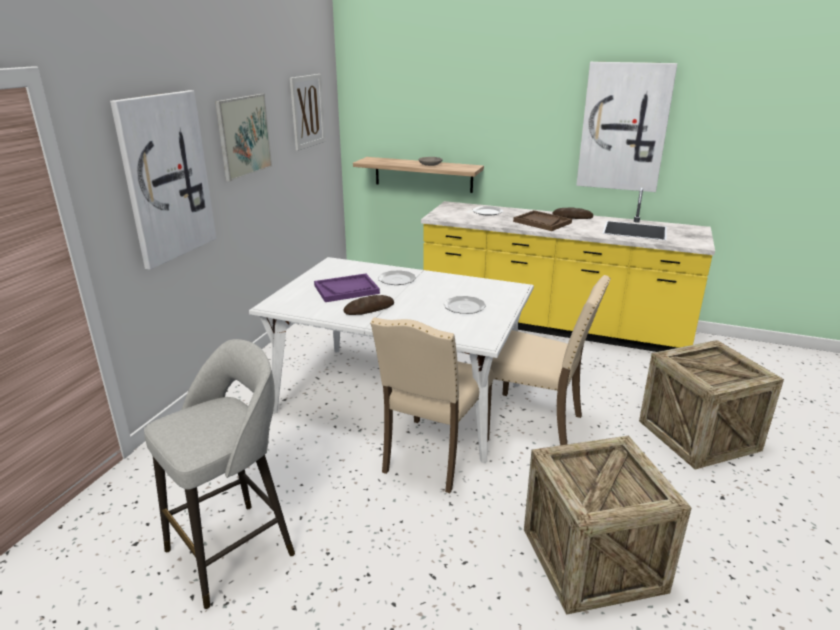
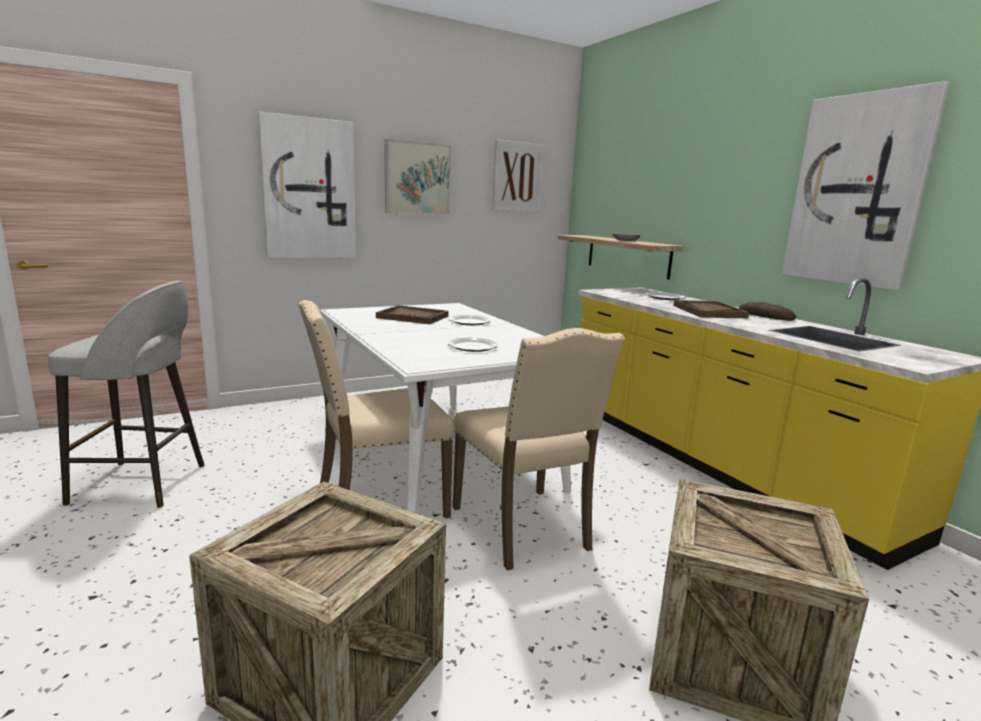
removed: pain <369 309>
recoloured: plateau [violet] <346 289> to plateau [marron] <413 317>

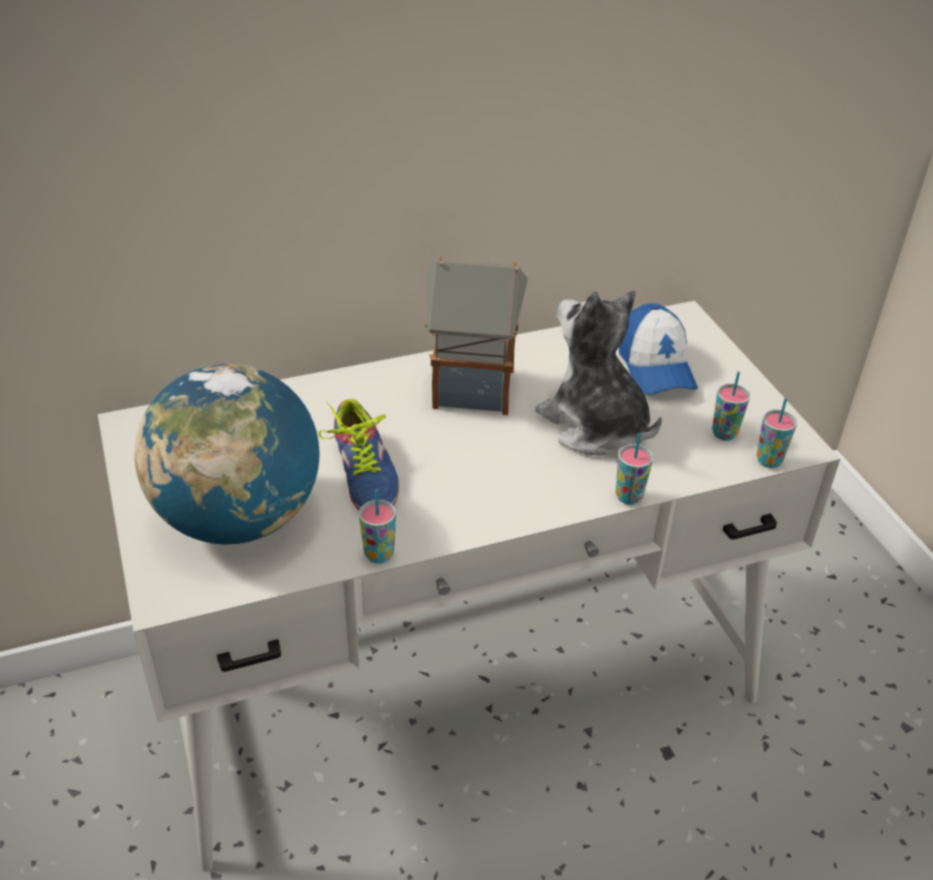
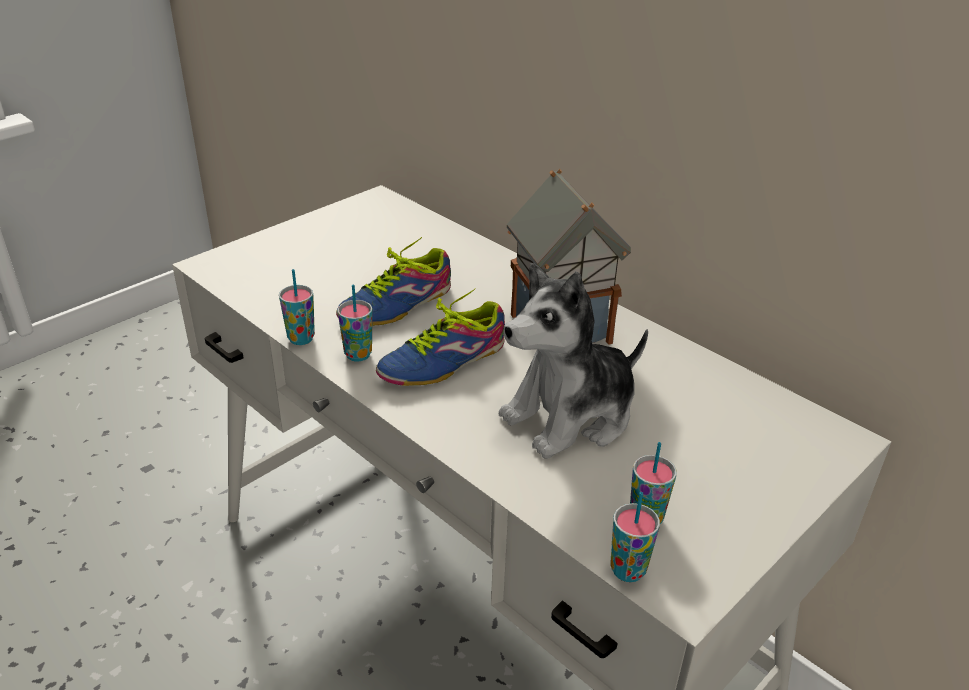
removed: globe <239 518>; casquette <655 367>
added: chaussure <440 359>
moved: tasse <628 497> to <358 355>
turned: peluche <594 426> = <571 416> 150 degrees counterclockwise

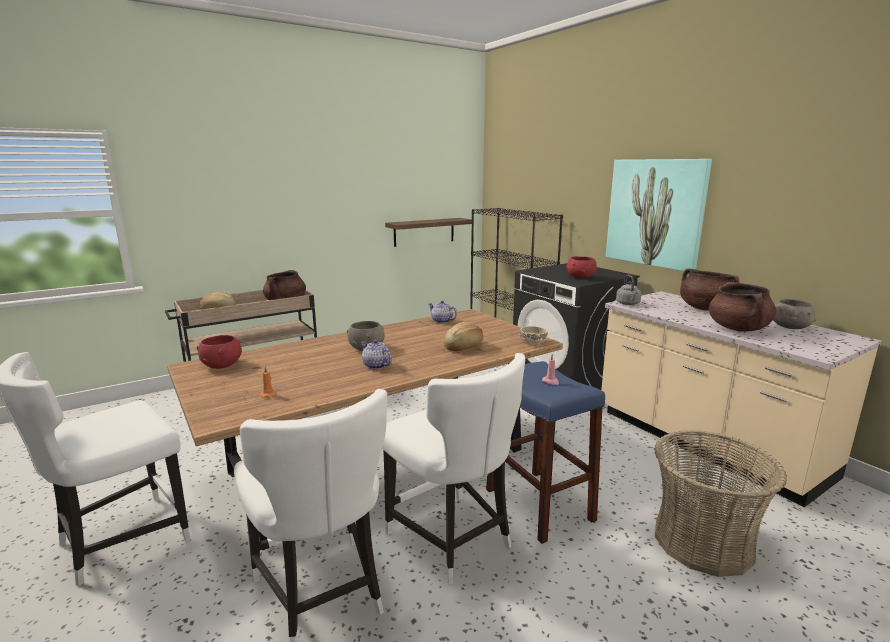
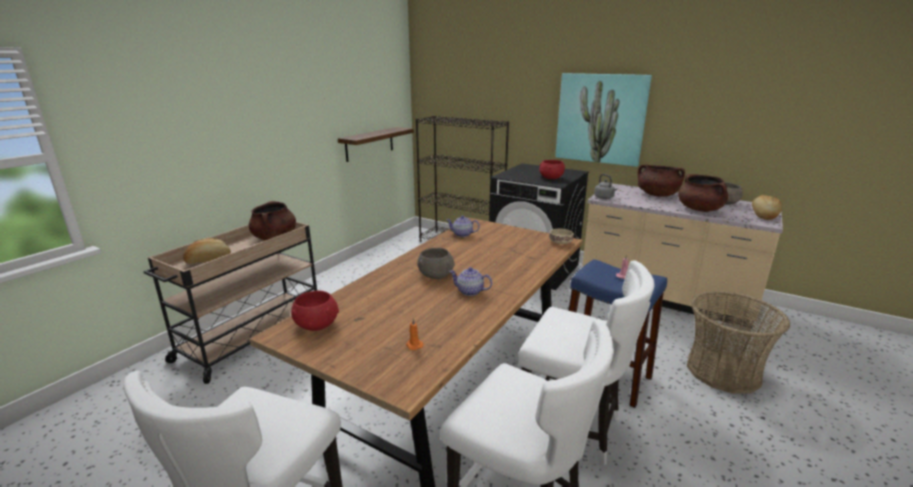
moved: pain <464 347> to <763 215>

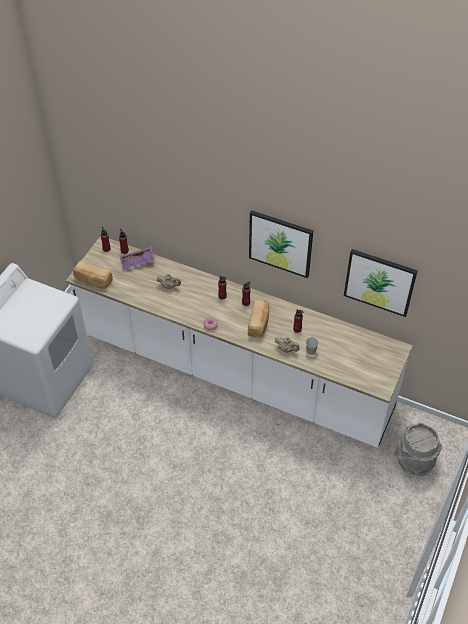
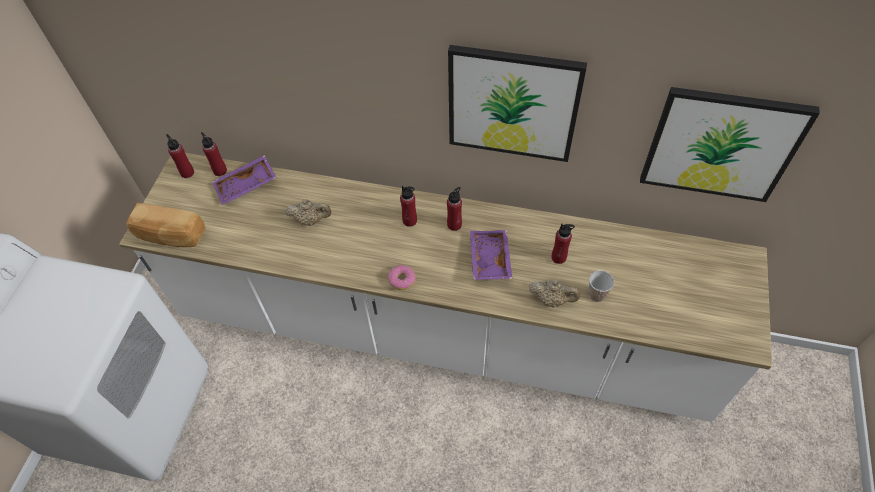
removed: seau [gris] <414 461>
replaced: pain <259 323> to plateau [violet] <488 259>

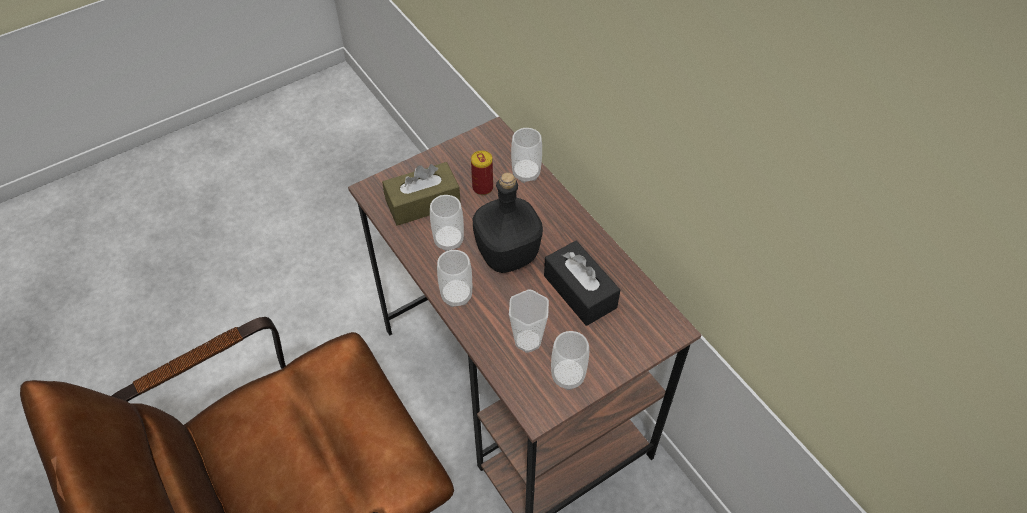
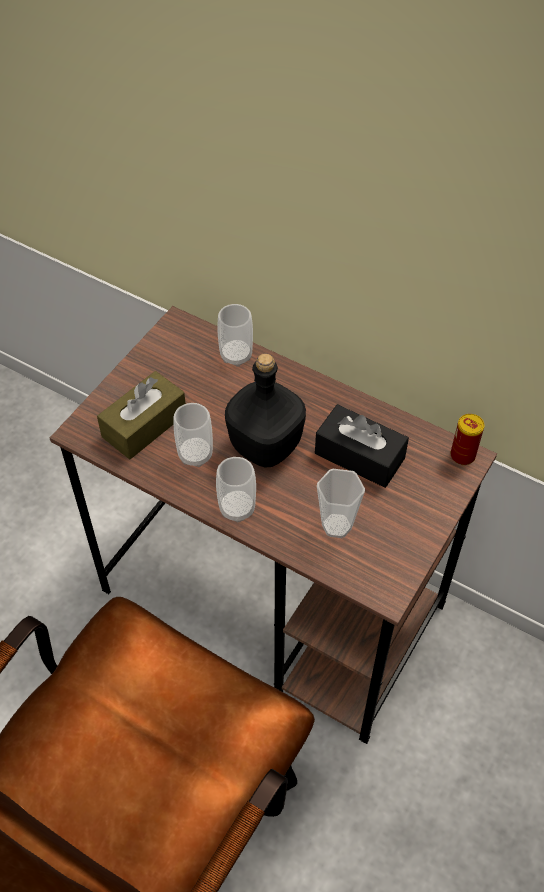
removed: tasse <568 376>
moved: boîte métallique <482 187> to <462 455>

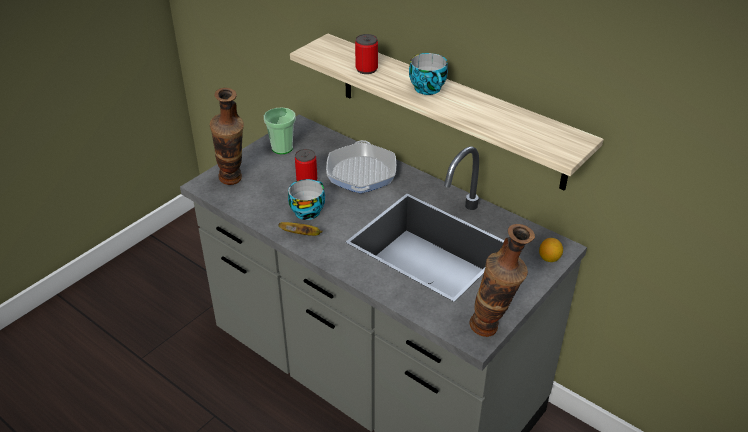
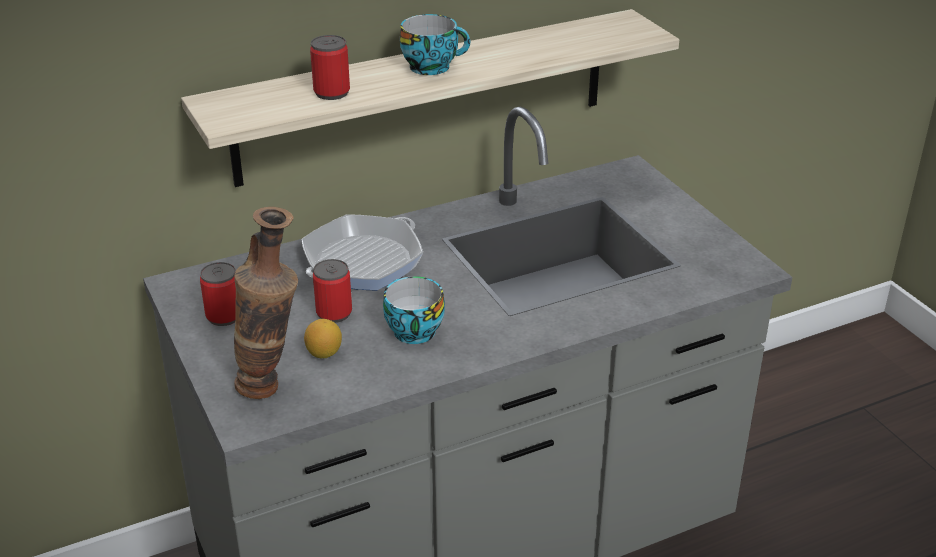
removed: banane <302 234>; vase <493 330>
moved: citron <549 258> to <324 353>
replaced: tasse <282 148> to boîte métallique <224 316>
turned: poêle <361 173> = <362 262> 105 degrees clockwise

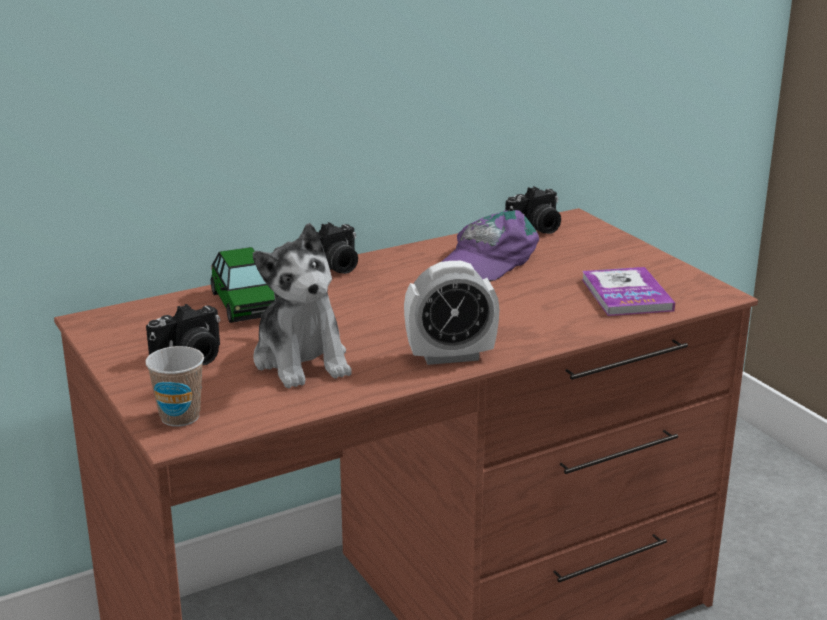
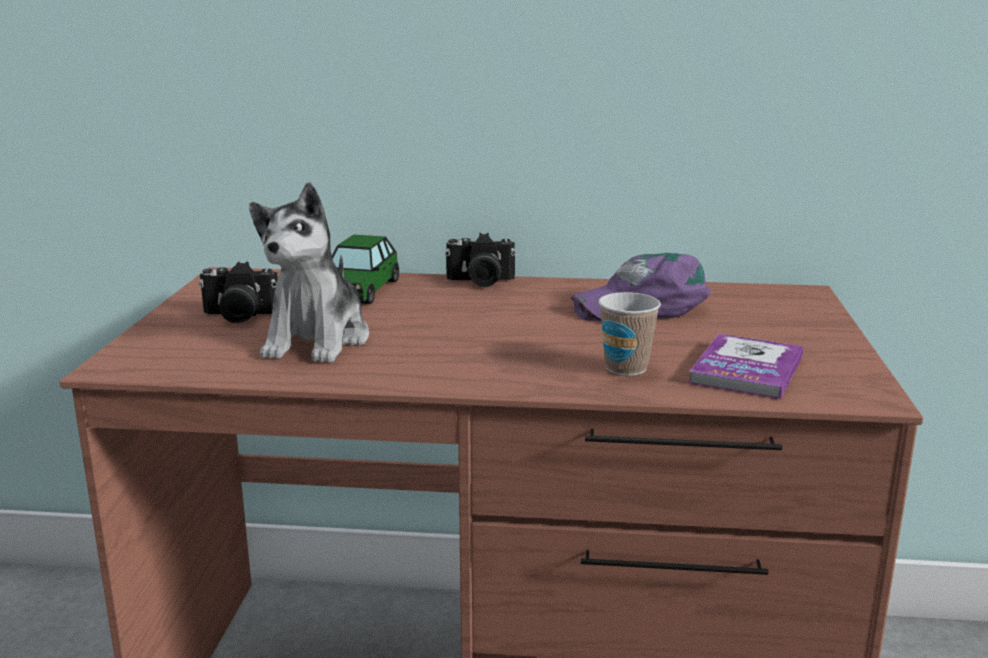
removed: réveil <450 356>; appareil photo <536 229>
moved: tasse <180 417> to <626 368>

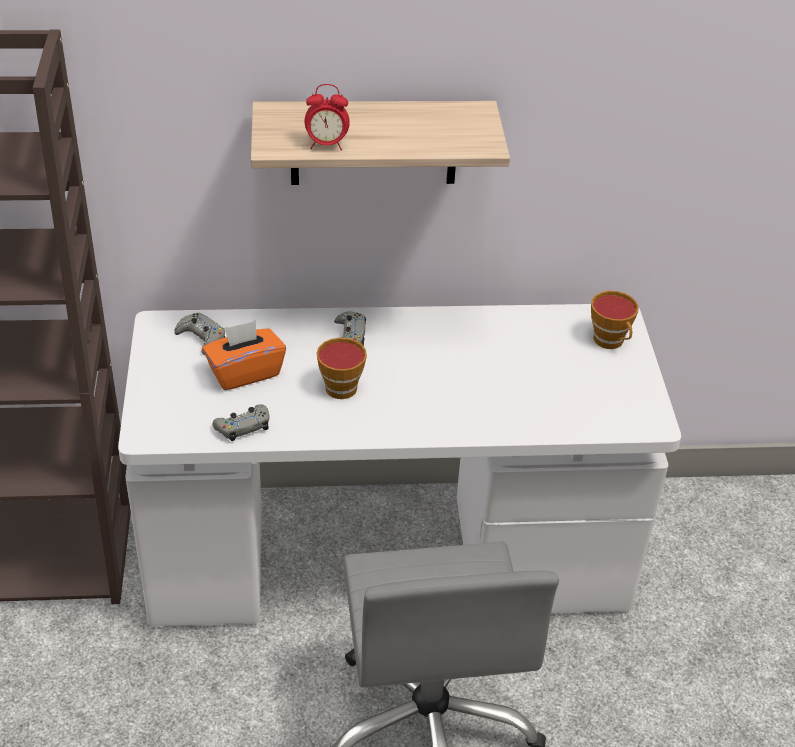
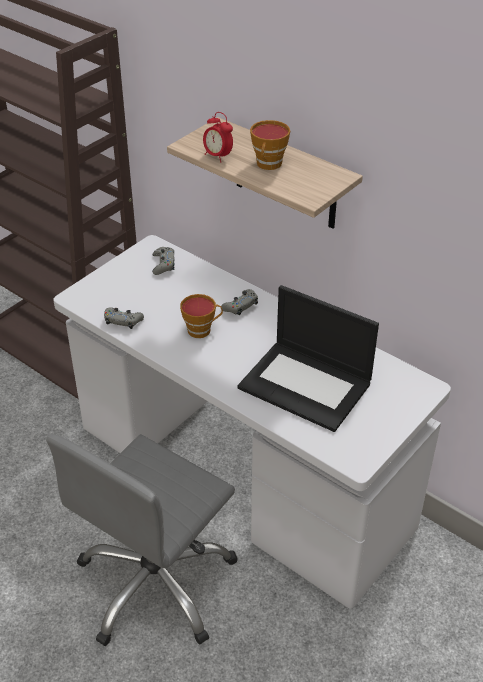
removed: boîte à mouchoirs [orange] <245 372>
added: ordinateur portable <307 385>
moved: tasse <611 341> to <268 165>

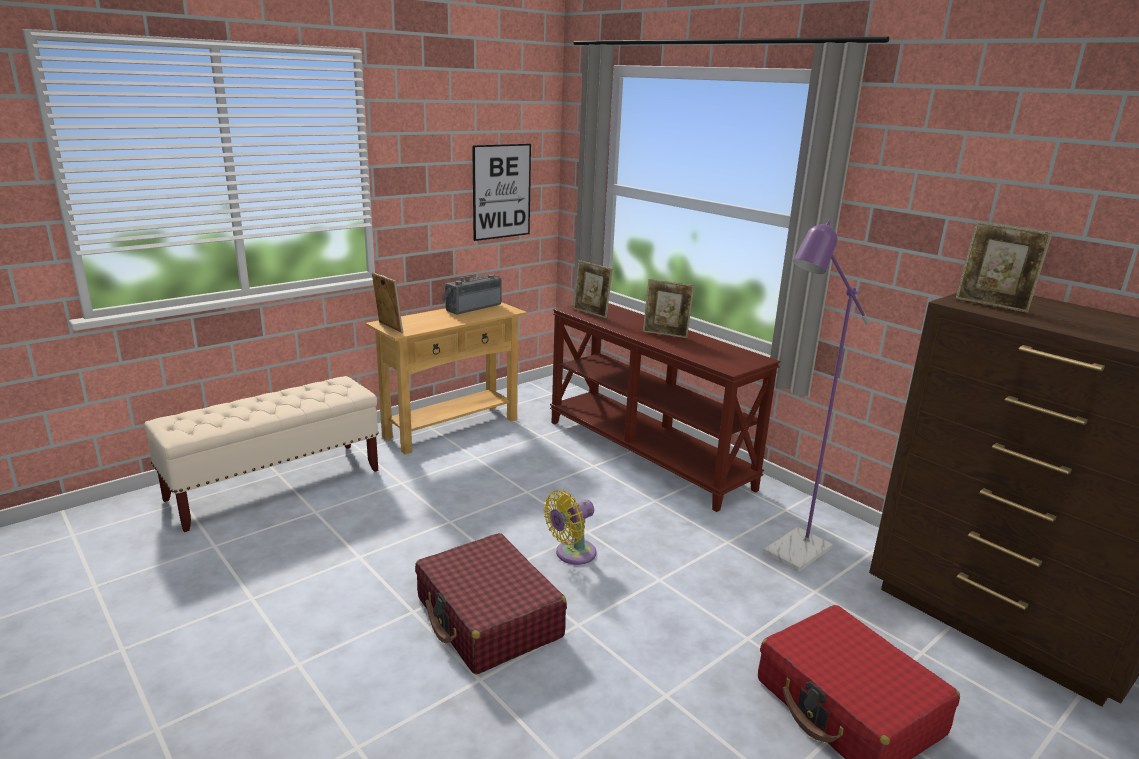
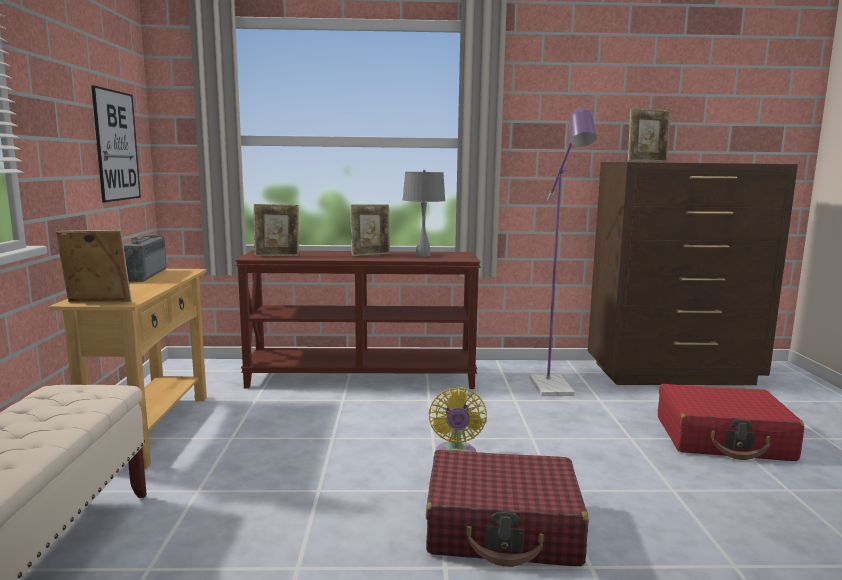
added: lampe de table [gris] <423 255>

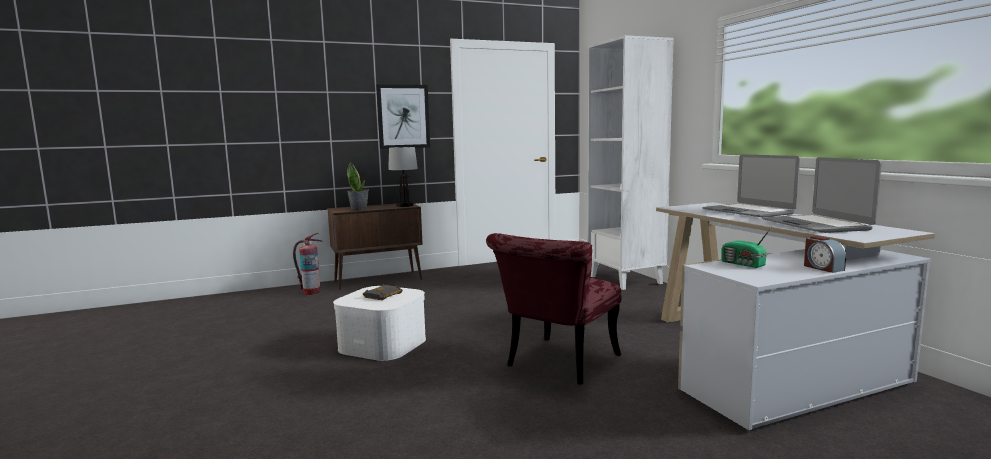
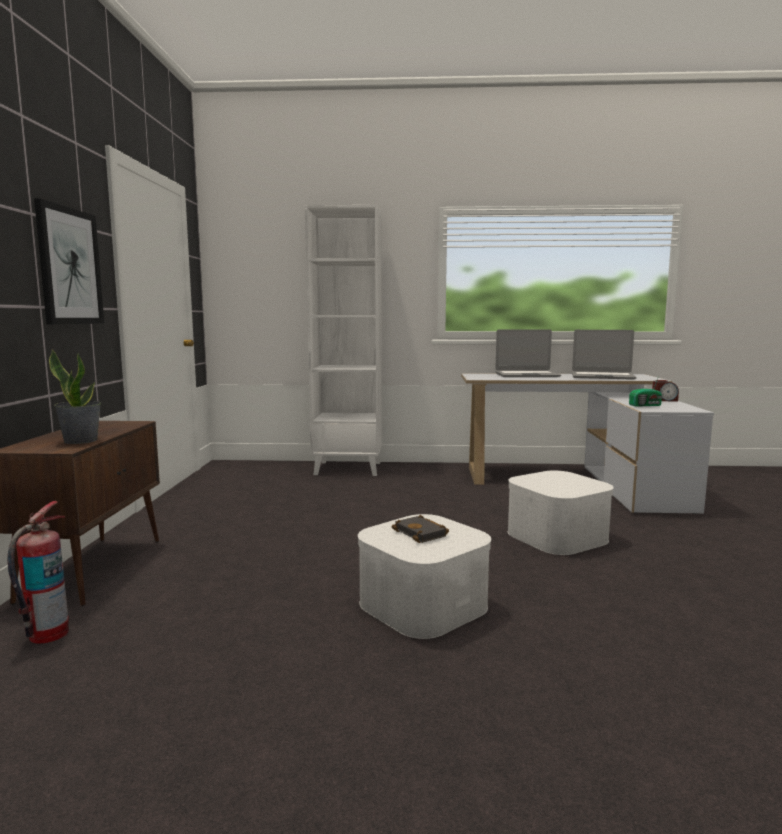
removed: lampe de table <405 205>
replaced: chaise [rouge] <557 365> to boîte de rangement [blanc] <557 536>

